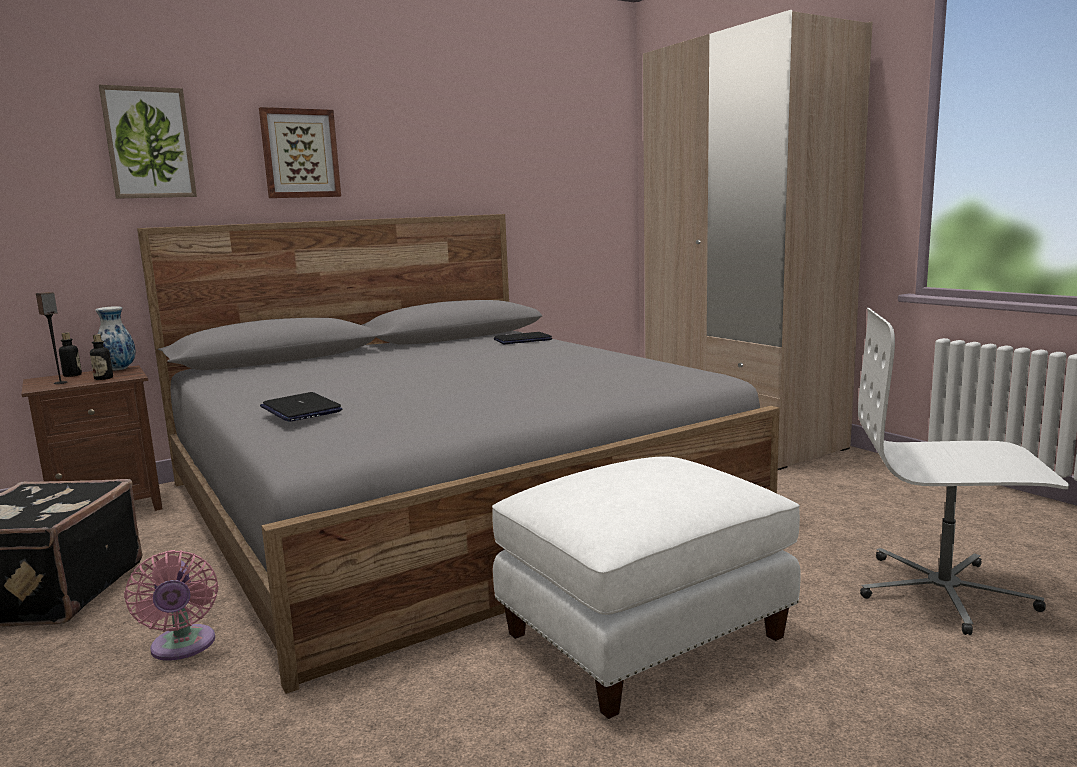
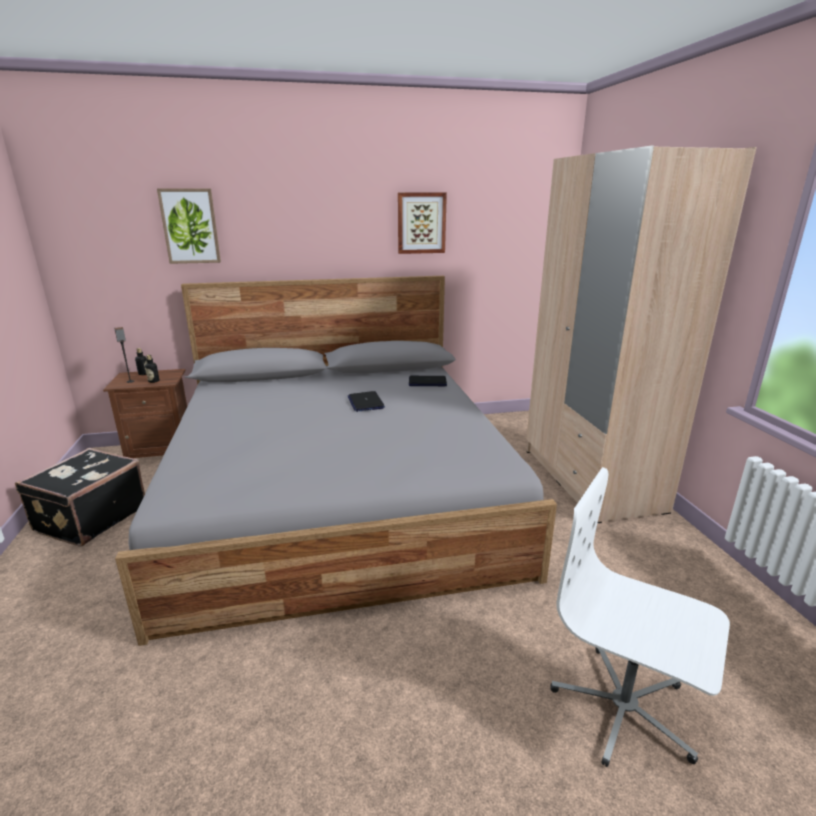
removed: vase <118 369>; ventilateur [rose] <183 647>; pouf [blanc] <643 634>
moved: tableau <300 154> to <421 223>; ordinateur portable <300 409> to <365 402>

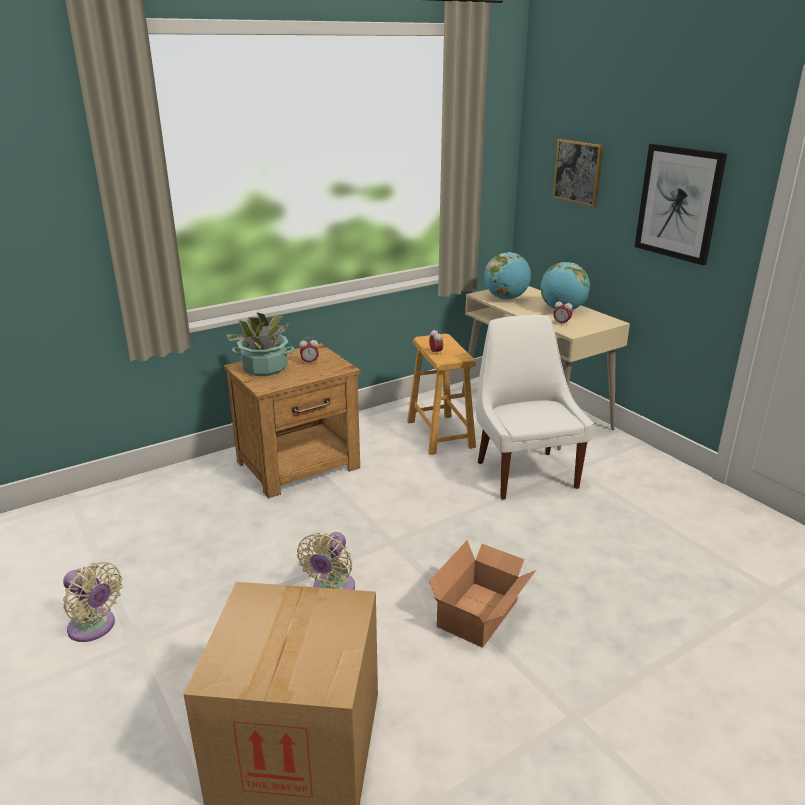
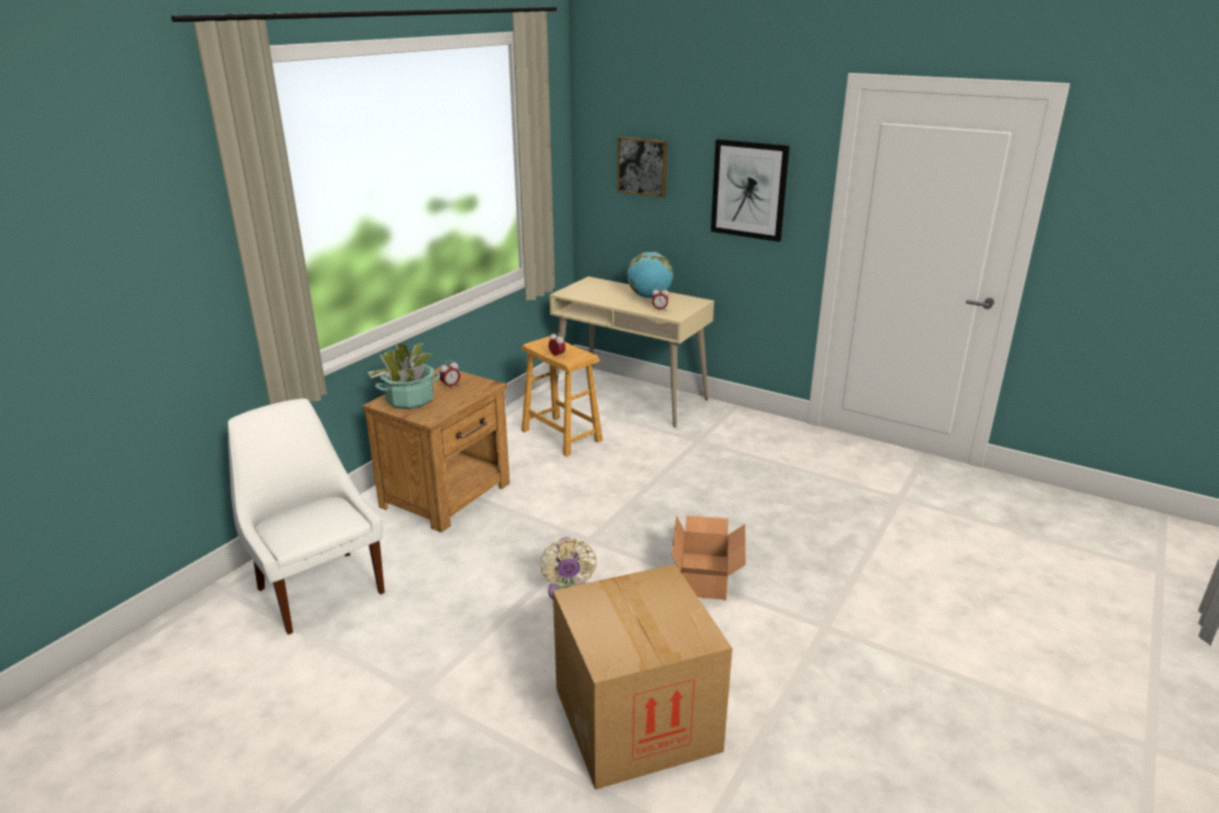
removed: ventilateur [beige] <94 628>; globe <506 298>
moved: chaise [blanc] <525 473> to <318 588>

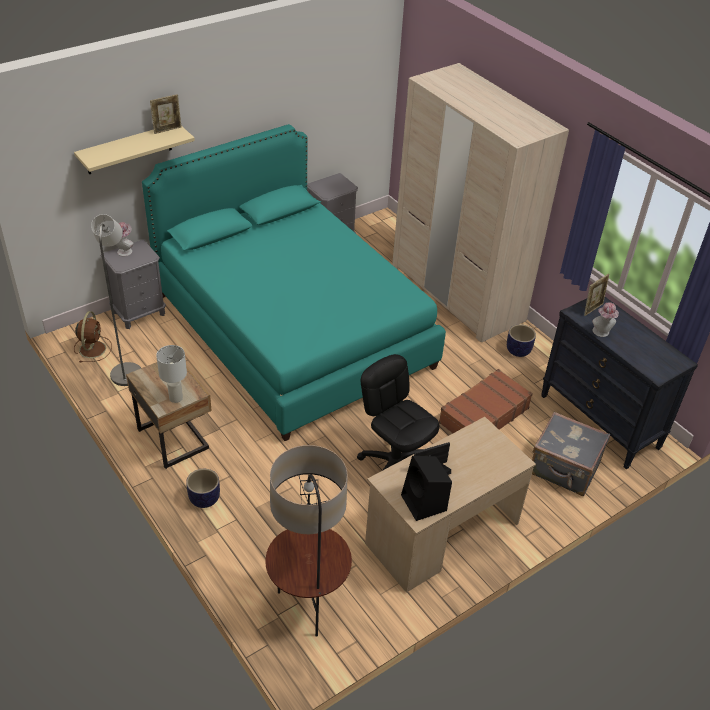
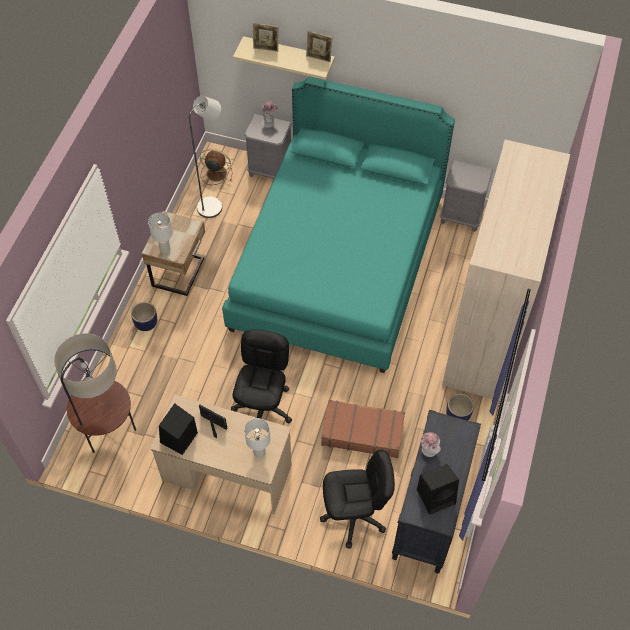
added: lampe de table [blanc] <259 452>; enceinte [noir] <437 496>
moved: cadre photo <592 309> to <266 49>
replaced: valise [gris] <564 469> to chaise de bureau [noir] <354 516>
turned: ventilateur [marron] <93 348> = <215 173> 135 degrees counterclockwise

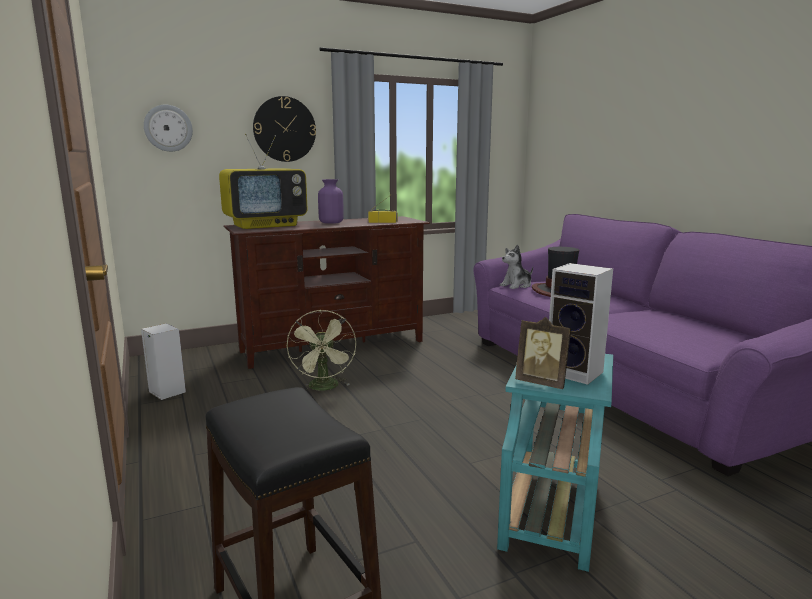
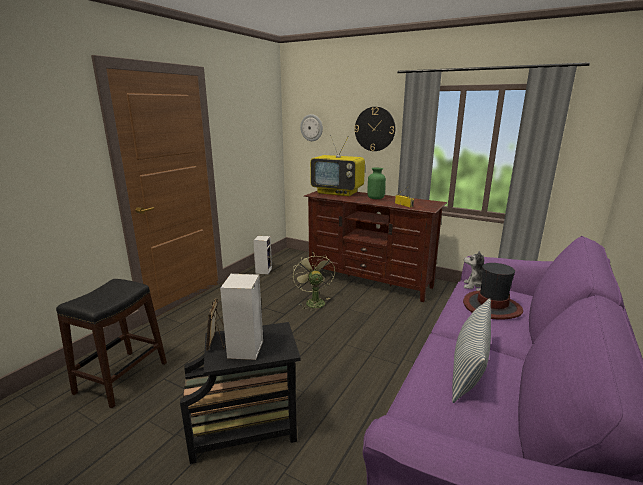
added: coussin <469 368>
recoloured: vase [violet] <331 222> to vase [vert] <375 198>; table d'appoint [turquoise] <551 510> to table d'appoint [noir] <246 430>
turned: ventilateur [vert] <325 388> = <313 301> 120 degrees clockwise

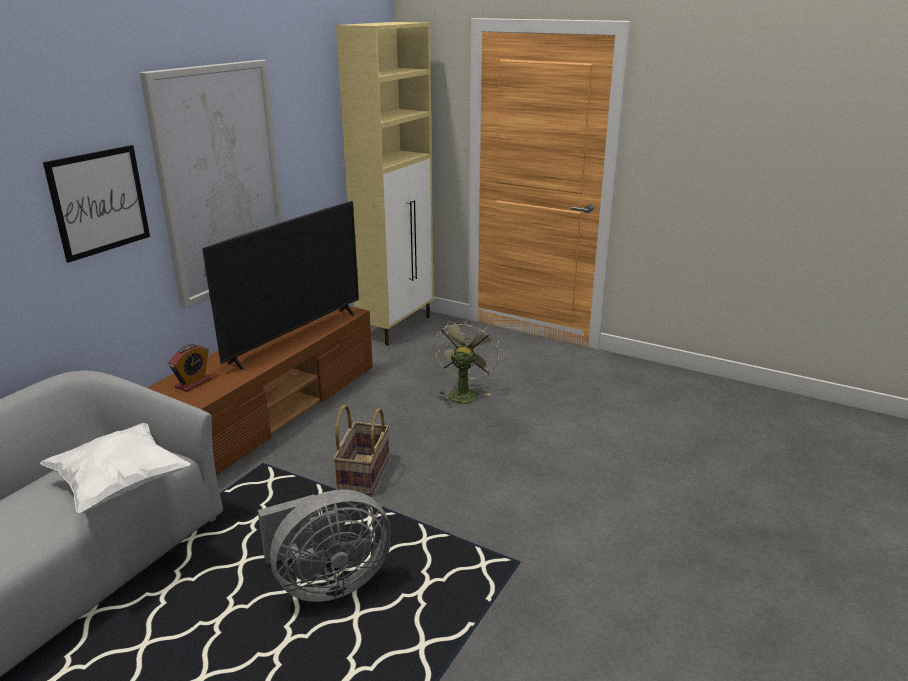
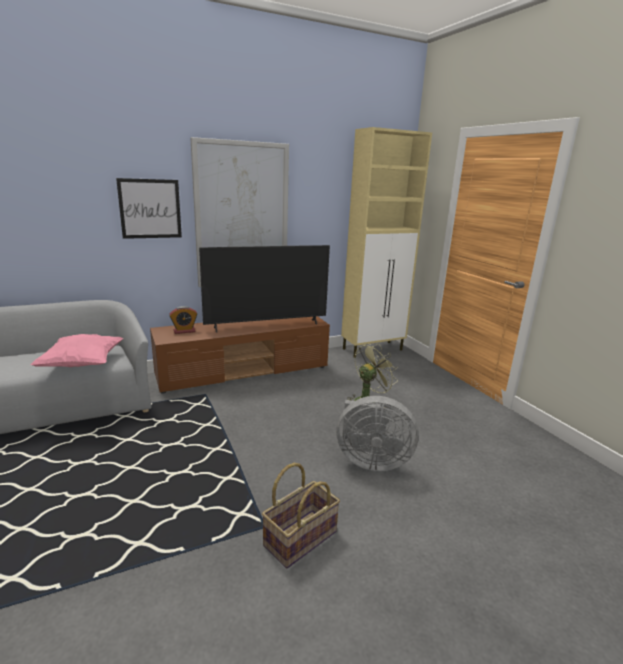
moved: ventilateur [gris] <327 583> to <370 460>; panier <363 473> to <300 537>
recoloured: coussin [blanc] <120 485> to coussin [rose] <82 364>

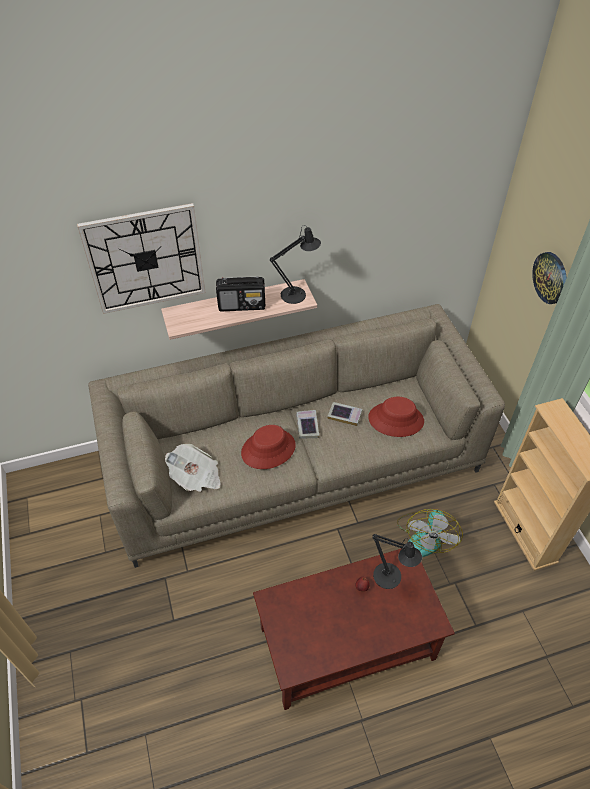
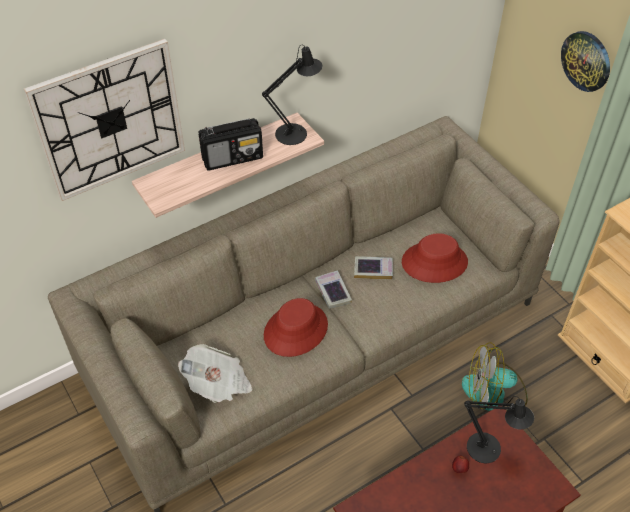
turned: ventilateur <425 536> = <494 393> 90 degrees clockwise

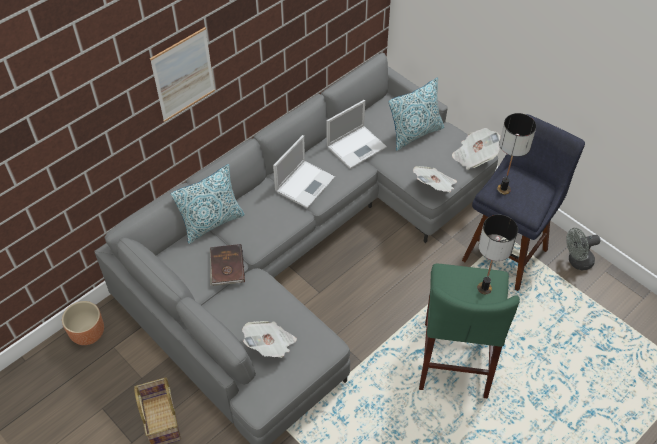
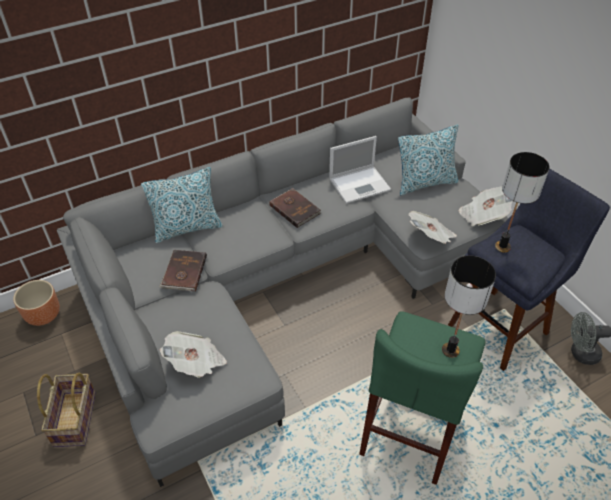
removed: tableau <183 75>
replaced: ordinateur portable <305 183> to livre [marron] <295 209>

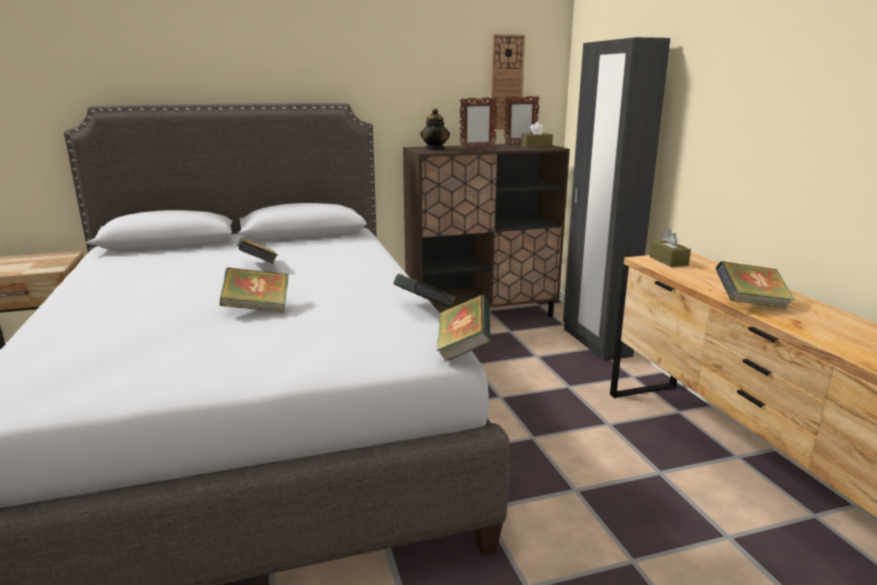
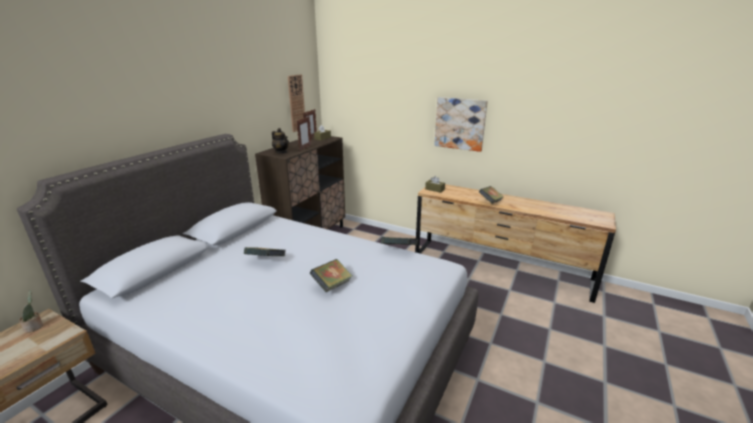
removed: livre <463 349>; armoire [noir] <595 342>
added: plante en pot <35 327>; tableau <460 124>

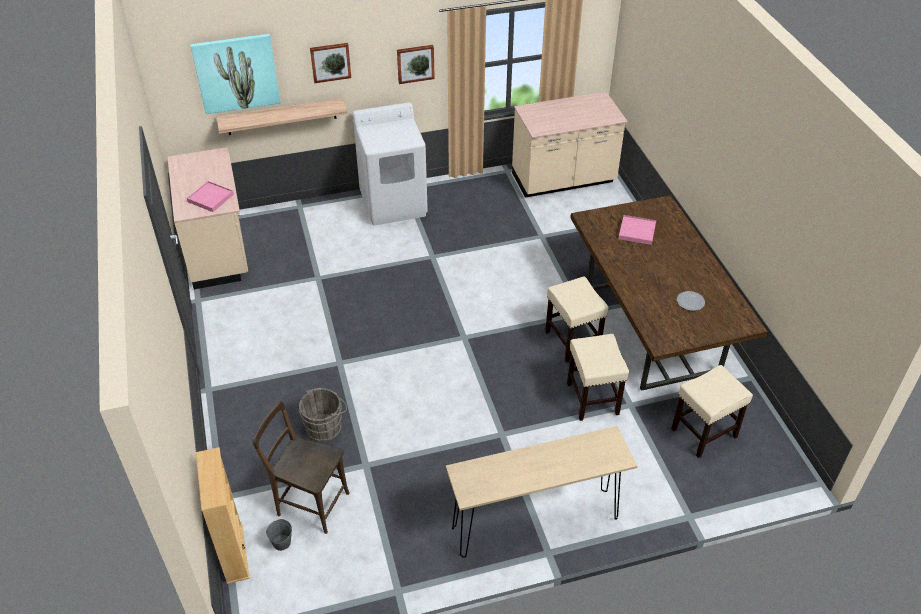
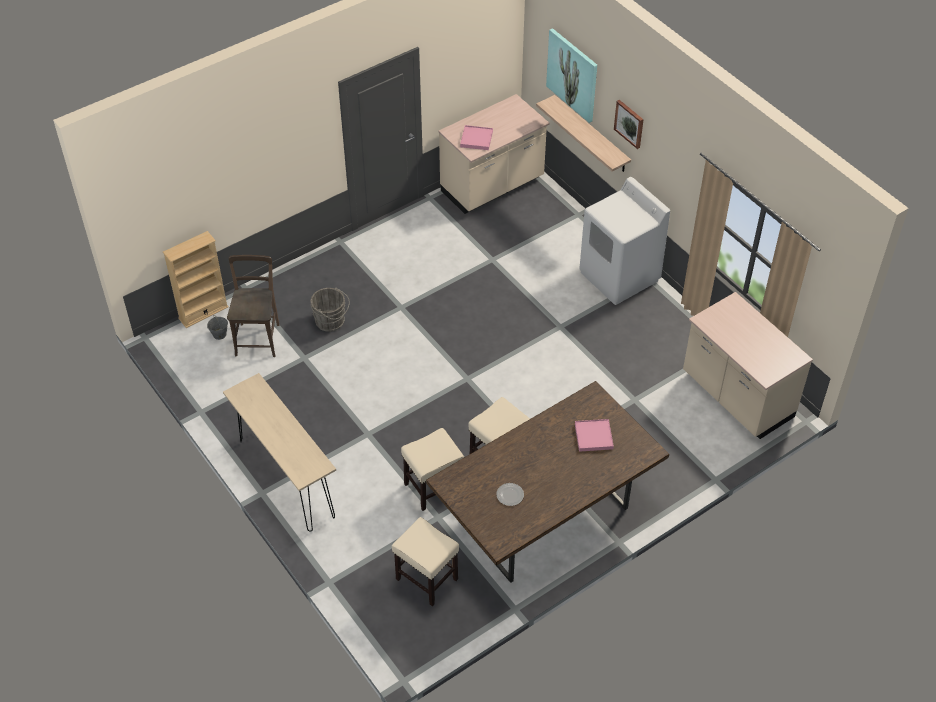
removed: tableau <415 63>

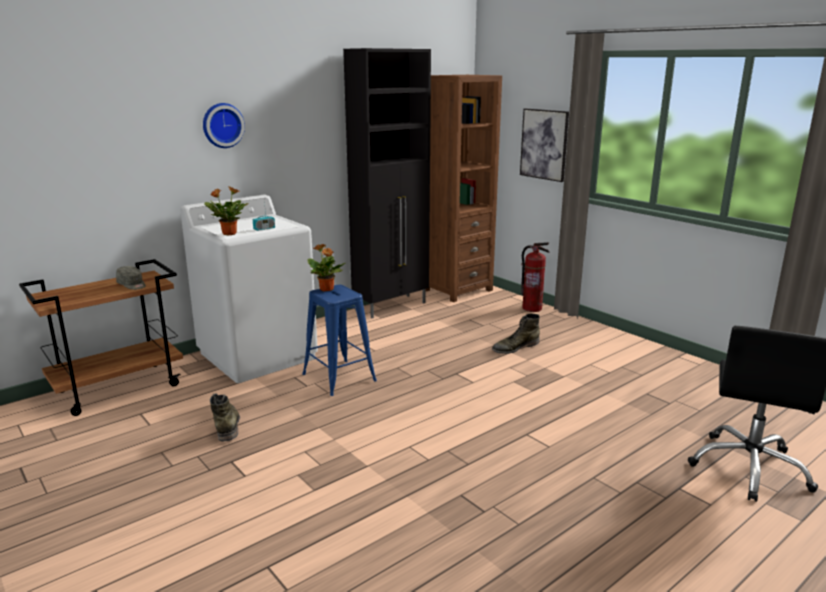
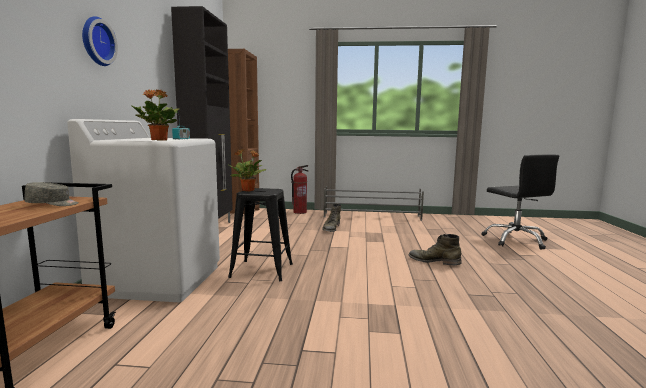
removed: tableau <544 144>
added: étagère à chaussures [gris] <372 216>
moved: botte [vert] <226 425> to <434 261>
recoloured: tabouret [bleu] <338 377> to tabouret [noir] <261 270>

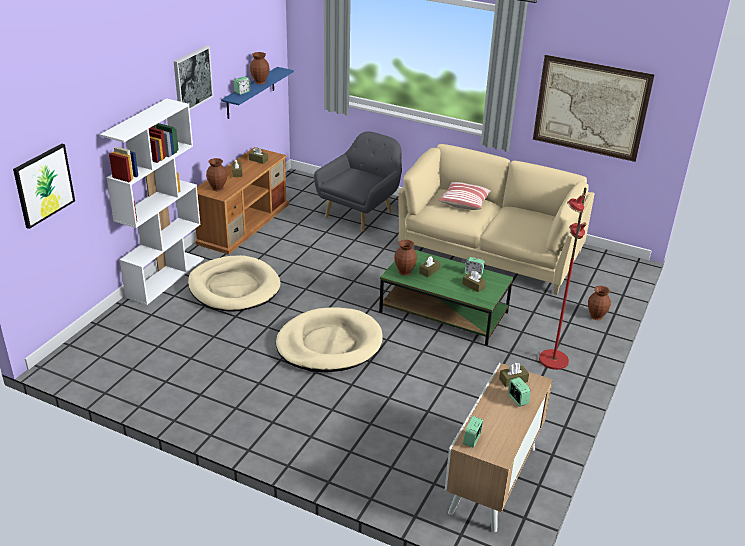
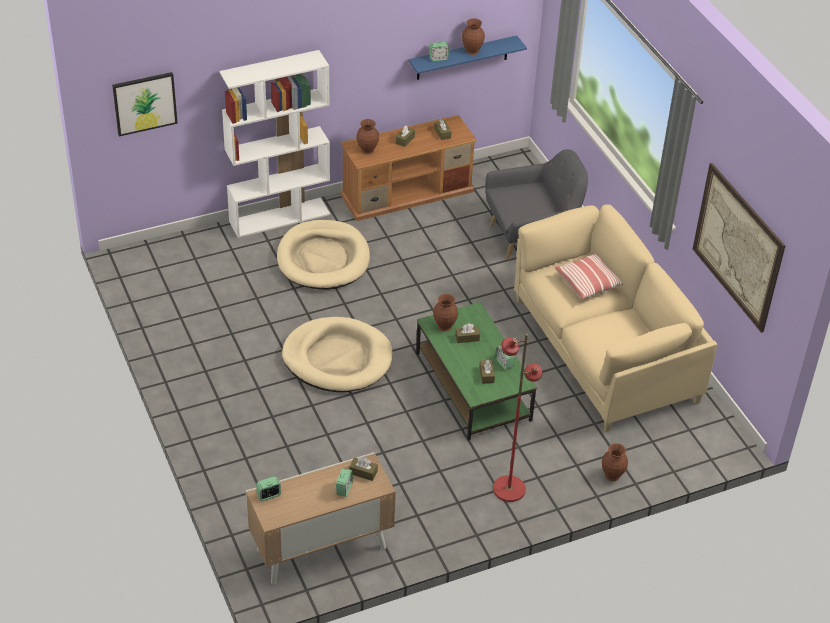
removed: tableau <192 79>

